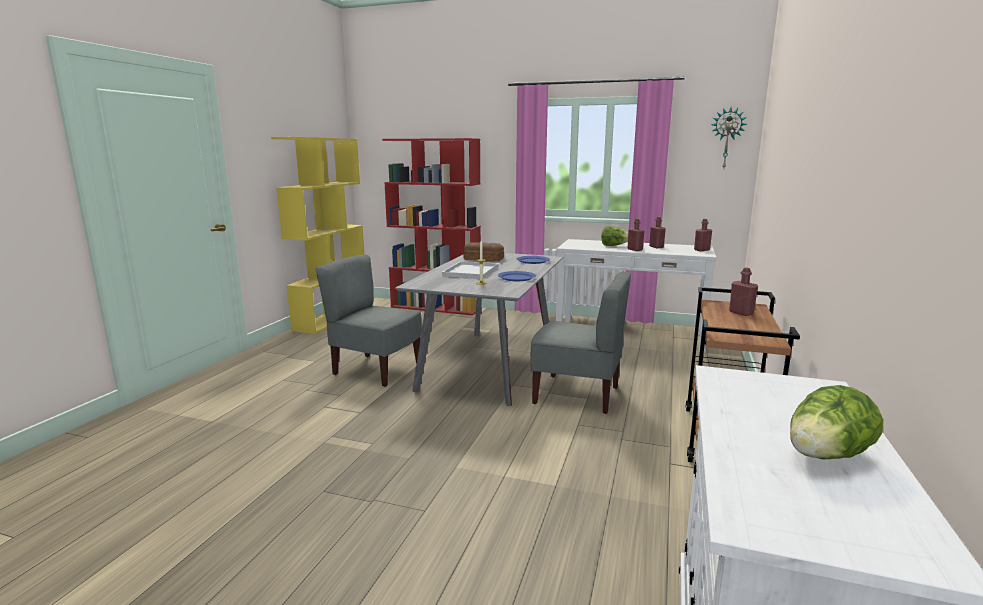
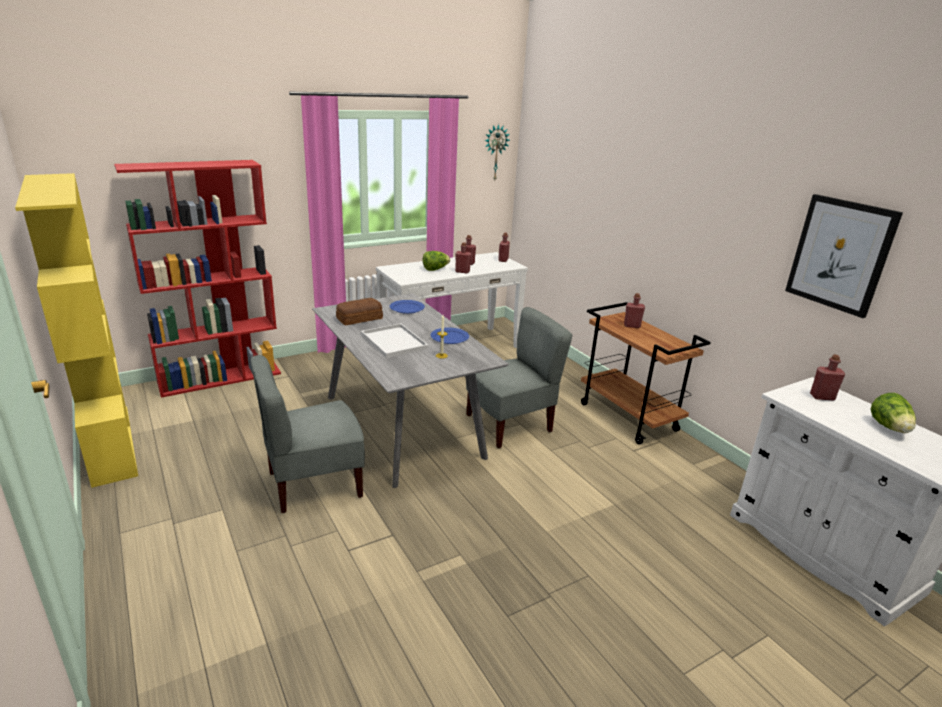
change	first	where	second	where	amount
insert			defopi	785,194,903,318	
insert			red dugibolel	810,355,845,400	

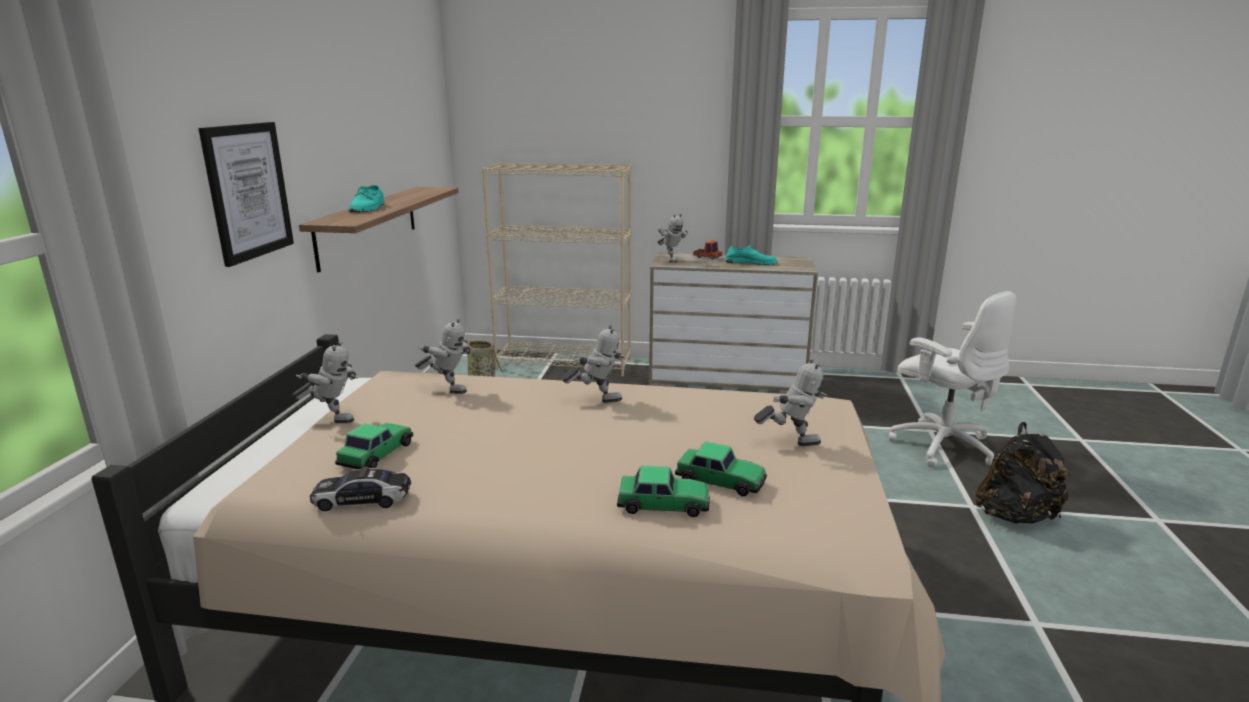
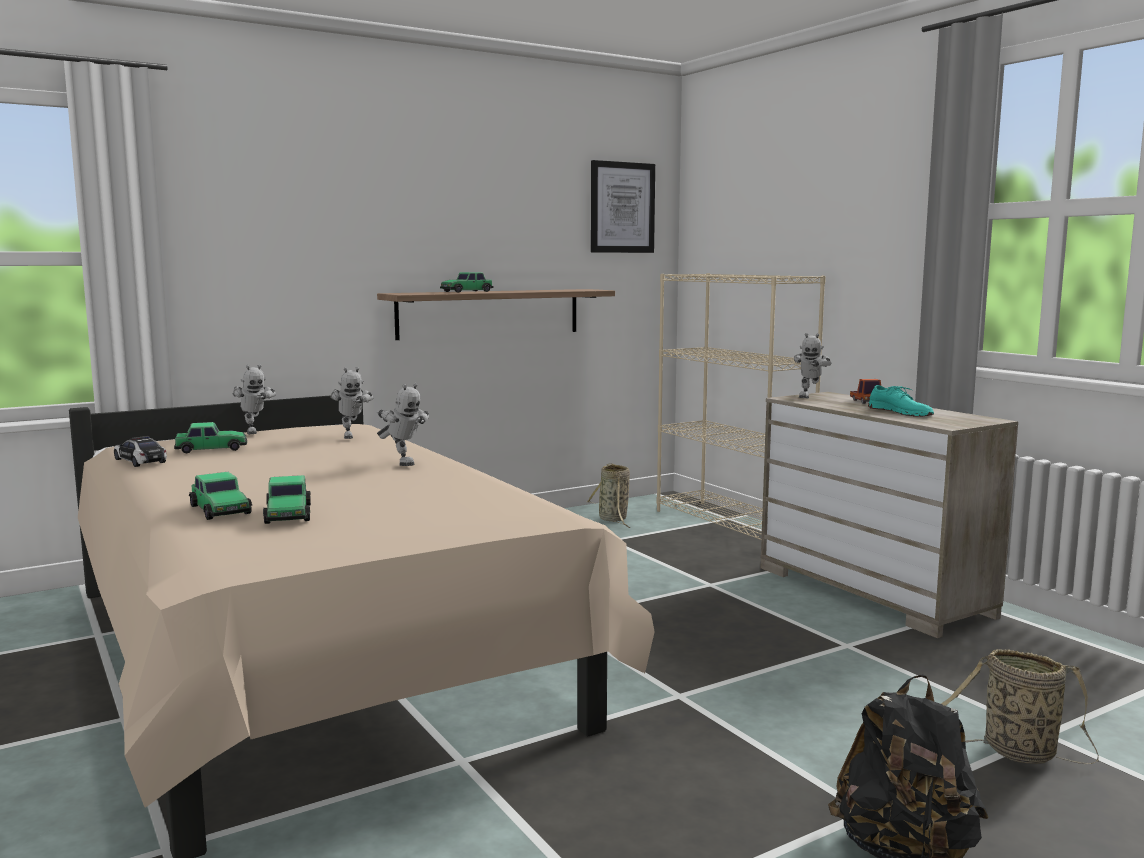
change	first	where	second	where	amount
delete	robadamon	754,358,827,446			
move	defopi	198,122,294,267		591,160,655,253	
replace	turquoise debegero	349,185,385,212	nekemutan	440,272,493,293	
replace	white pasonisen	889,291,1016,468	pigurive	941,649,1099,764	

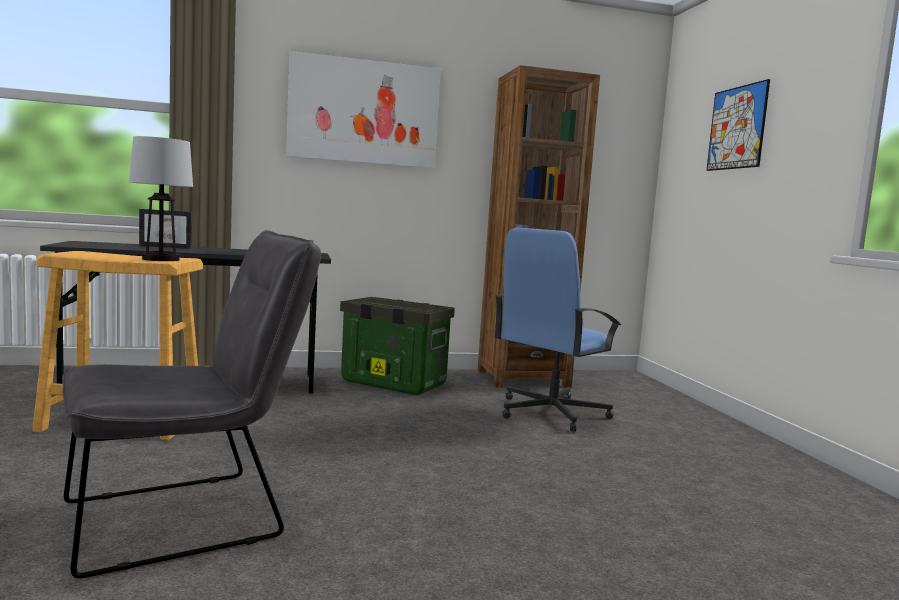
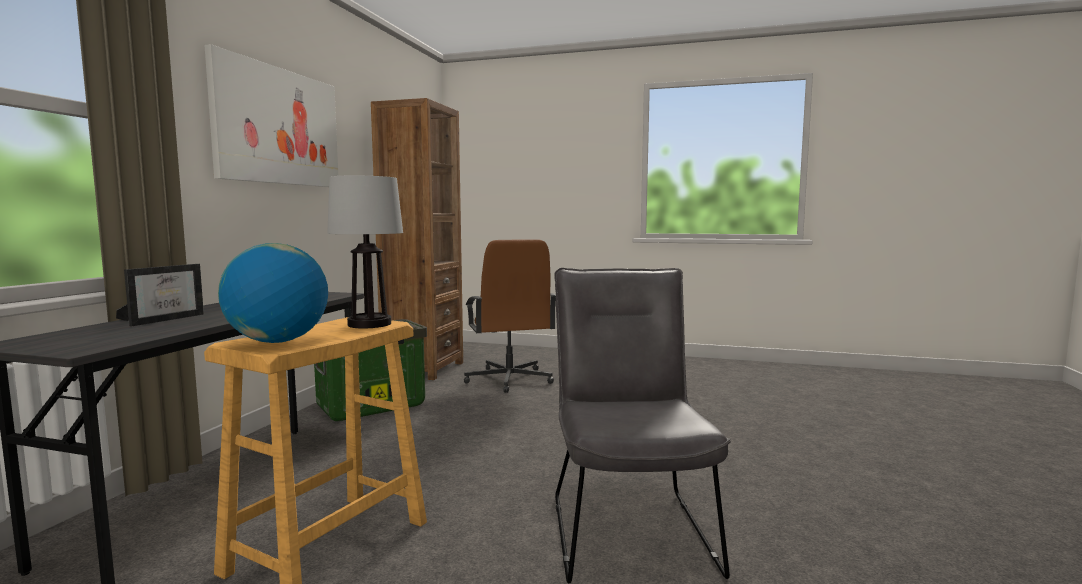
change	first	where	second	where	amount
delete	defopi	706,79,770,171			
insert			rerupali	218,243,328,343	
recolor	blue pasonisen	495,228,621,432	brown pasonisen	464,239,556,393	

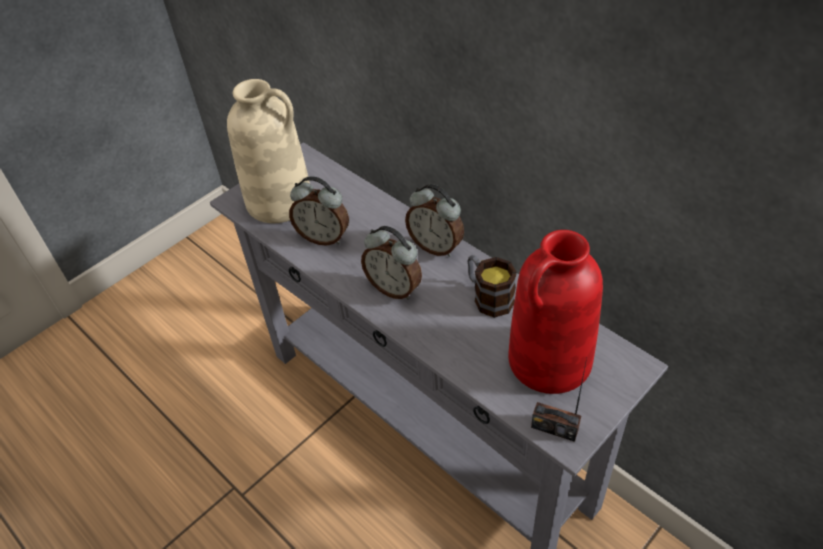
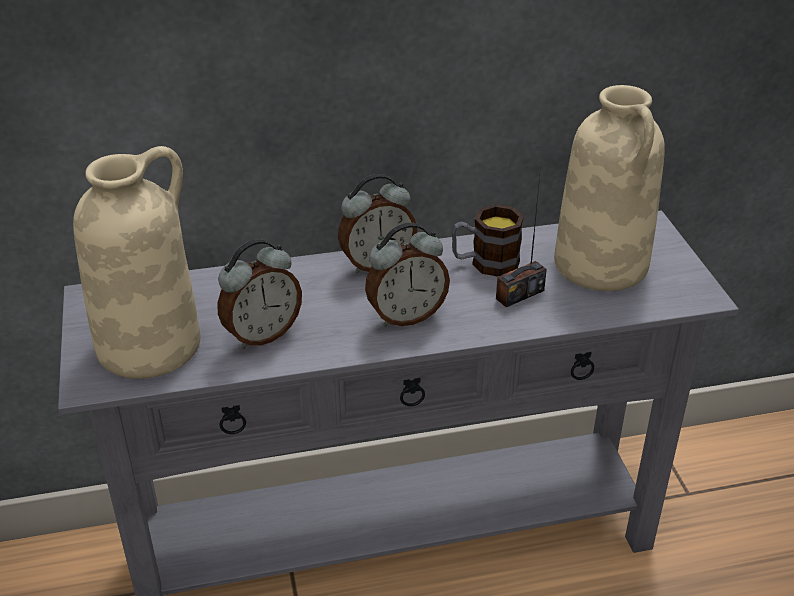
change	first	where	second	where	amount
move	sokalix	531,358,587,442		496,177,547,307	
recolor	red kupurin	508,230,603,394	beige kupurin	554,85,665,291	

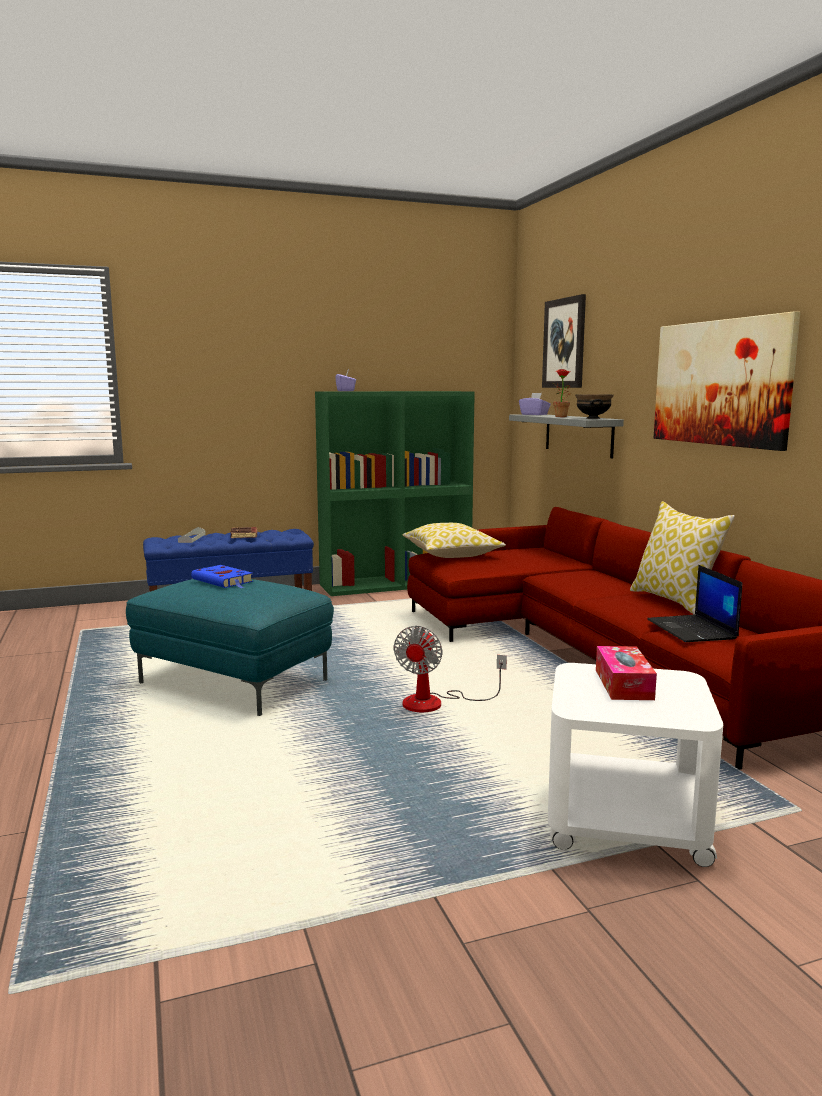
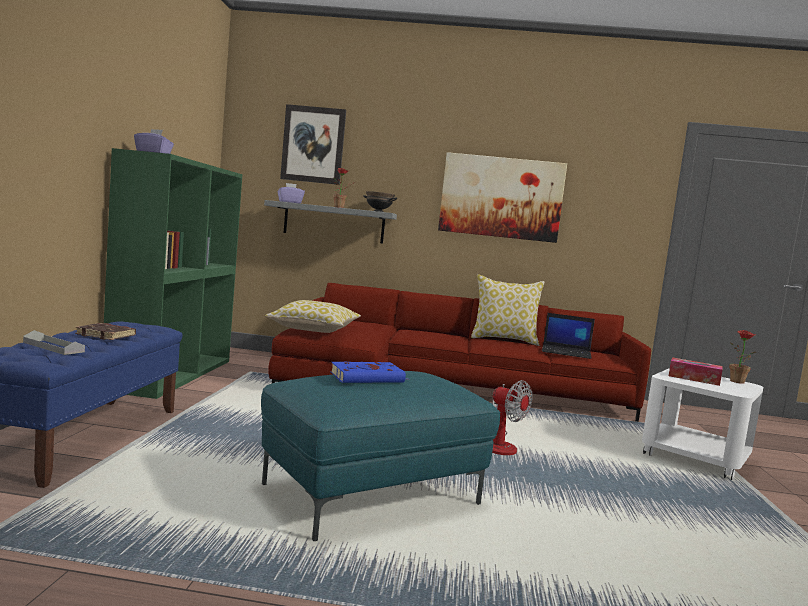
change	first	where	second	where	amount
insert			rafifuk	729,330,756,384	

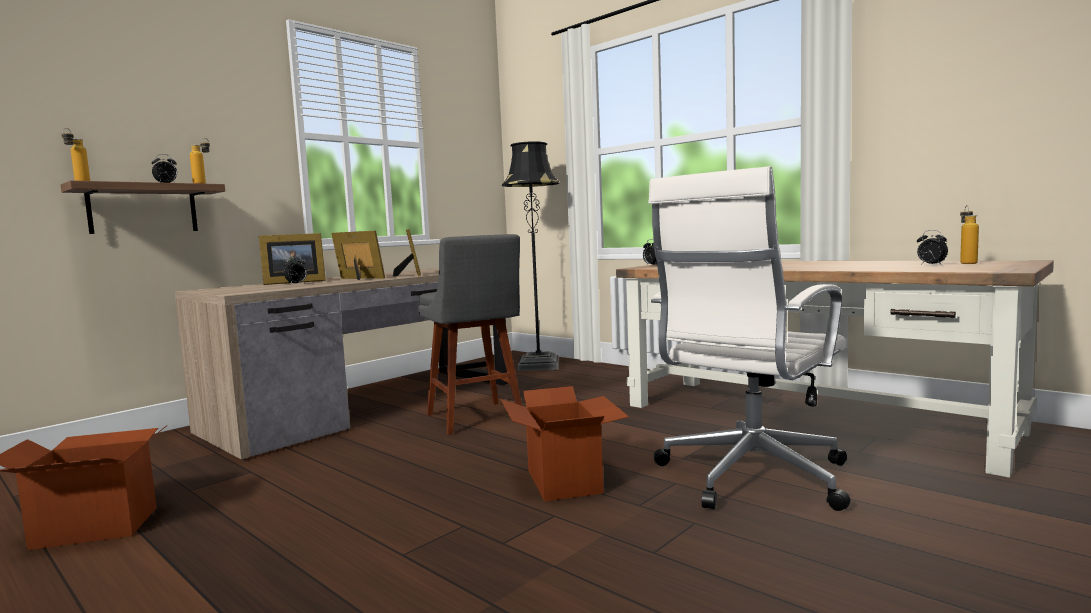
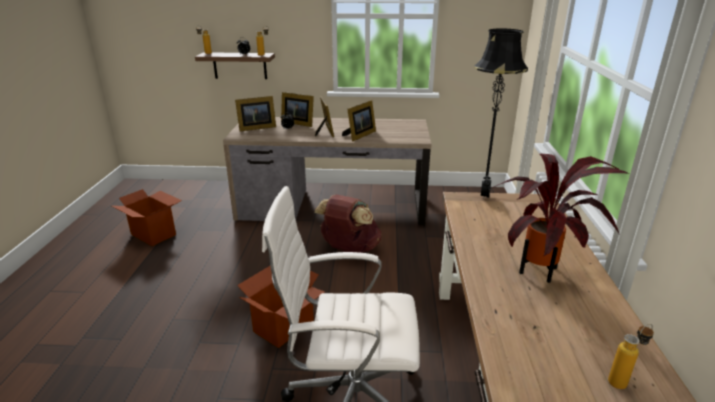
change	first	where	second	where	amount
delete	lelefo	917,230,948,265			
insert			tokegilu	235,96,276,132	
insert			rafifuk	493,154,630,283	
replace	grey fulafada	418,234,522,435	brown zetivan	314,194,381,253	

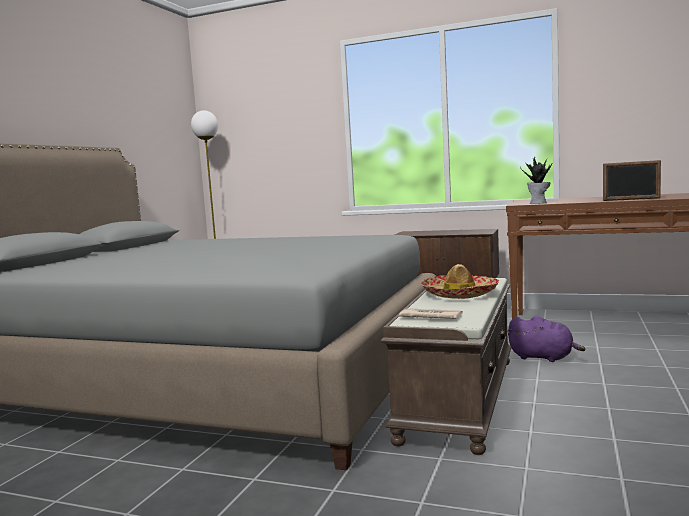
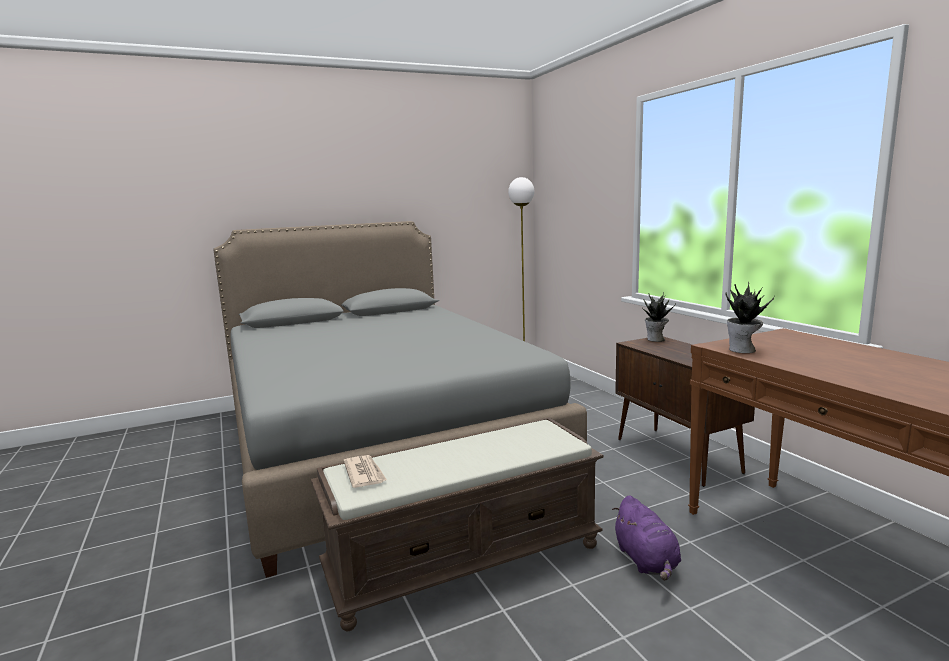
change	first	where	second	where	amount
delete	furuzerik	420,264,499,299			
delete	tokegilu	603,160,661,201			
insert			rafifuk	642,293,675,342	

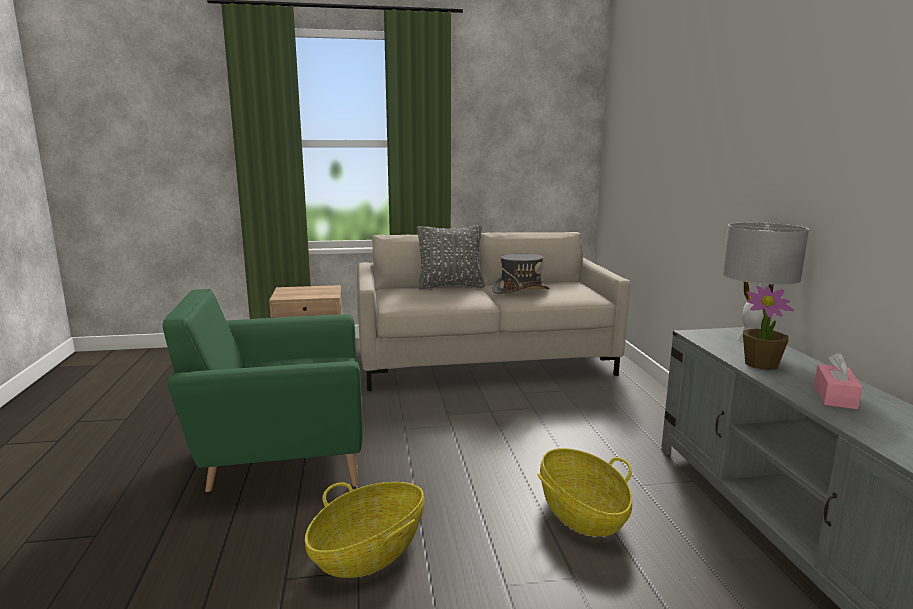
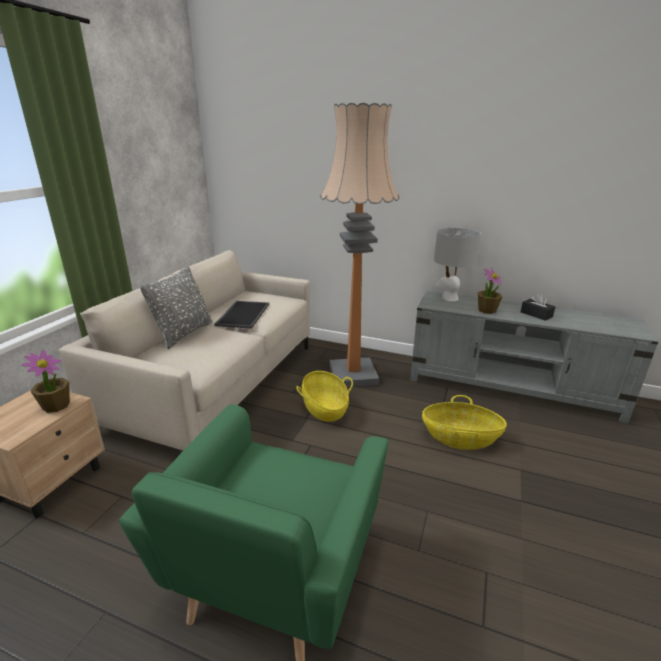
change	first	where	second	where	amount
insert			rafifuk	22,350,70,413	
insert			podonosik	320,103,399,387	
move	pigurive	305,482,425,578		296,371,353,422	
replace	grey furuzerik	492,254,550,294	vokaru	214,301,269,329	
recolor	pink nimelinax	814,352,863,410	black nimelinax	521,293,555,321	

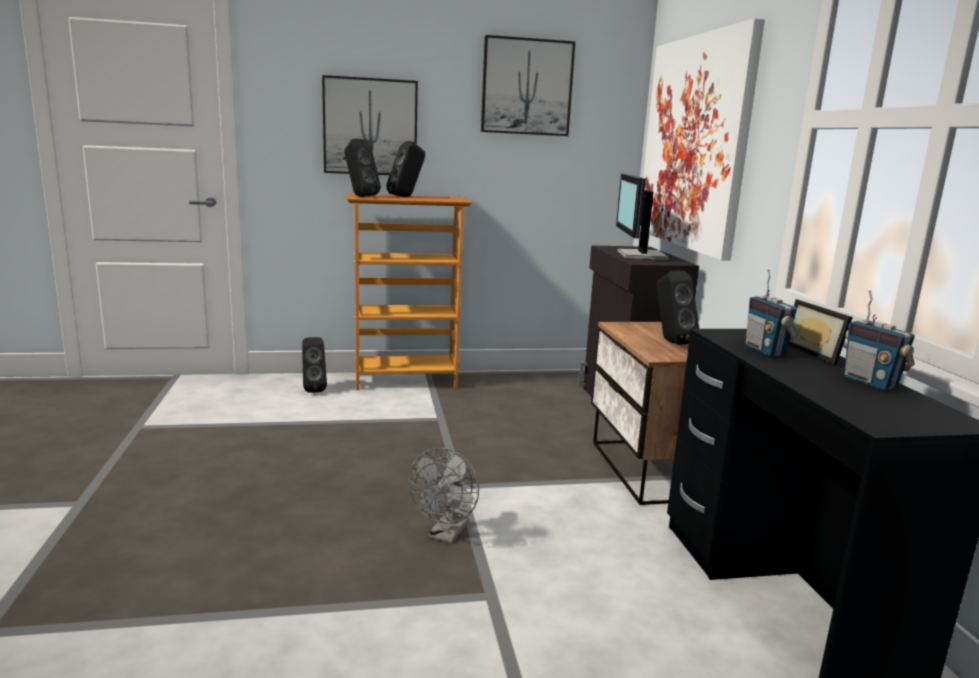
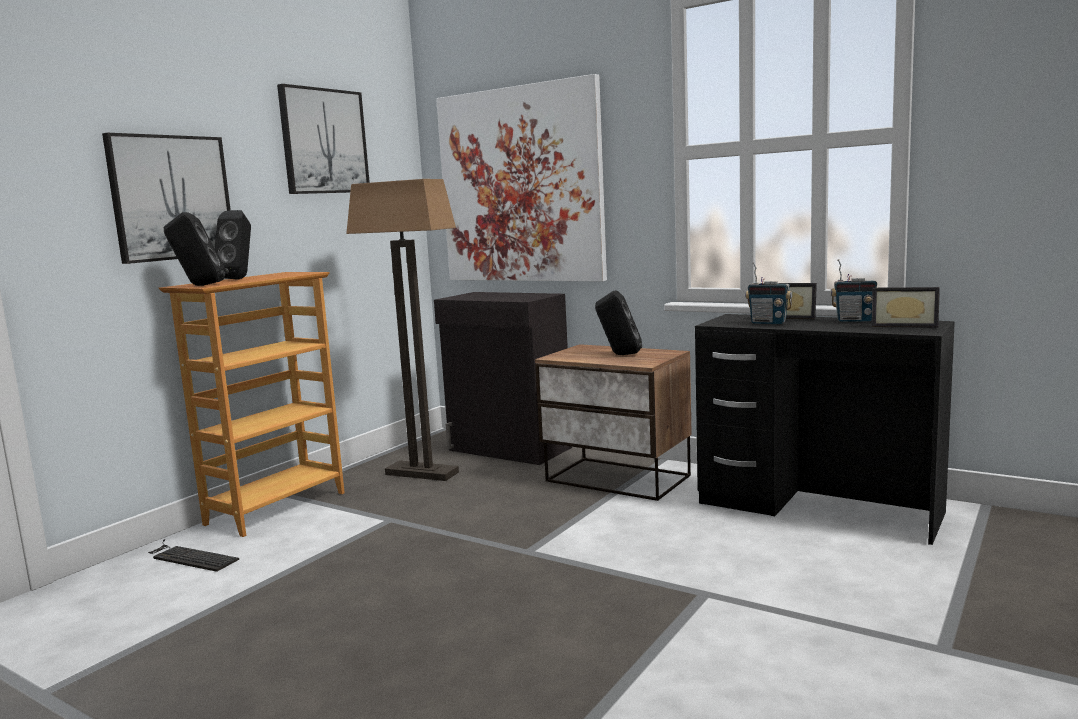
change	first	where	second	where	amount
delete	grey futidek	409,448,479,544			
delete	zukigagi	616,174,669,260			
insert			podonosik	346,179,459,481	
insert			tokegilu	871,287,940,328	
replace	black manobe	302,337,327,393	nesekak	148,539,239,572	

